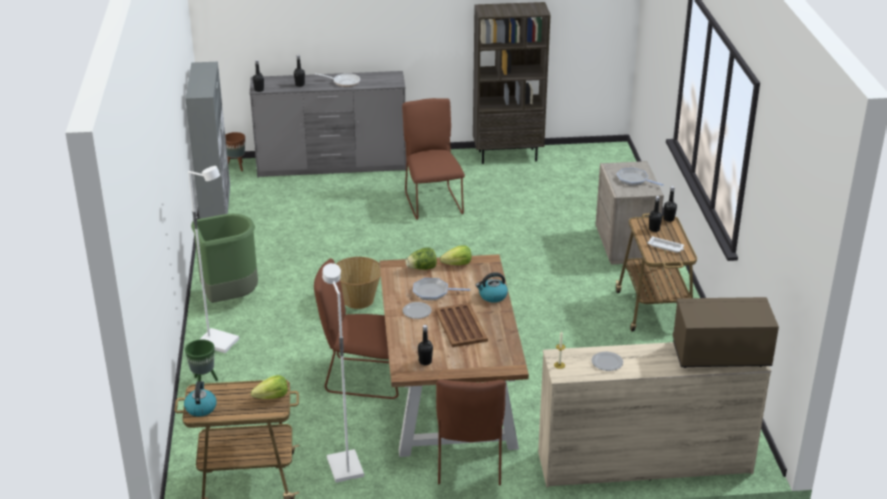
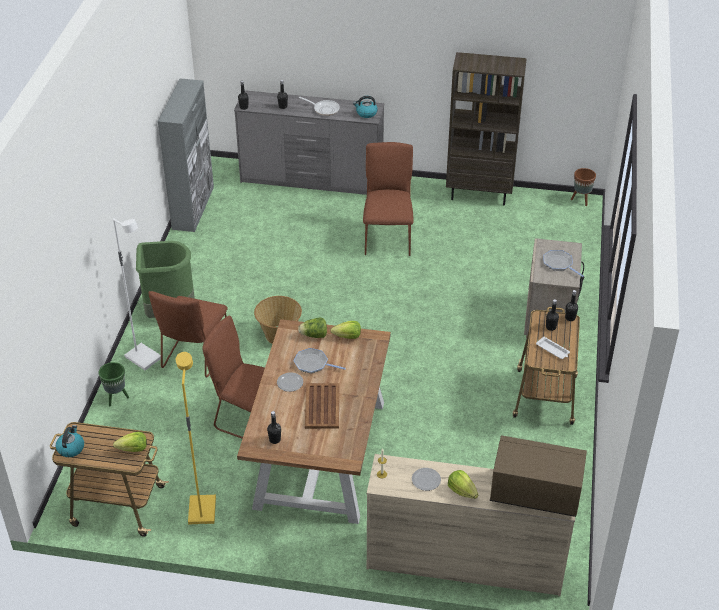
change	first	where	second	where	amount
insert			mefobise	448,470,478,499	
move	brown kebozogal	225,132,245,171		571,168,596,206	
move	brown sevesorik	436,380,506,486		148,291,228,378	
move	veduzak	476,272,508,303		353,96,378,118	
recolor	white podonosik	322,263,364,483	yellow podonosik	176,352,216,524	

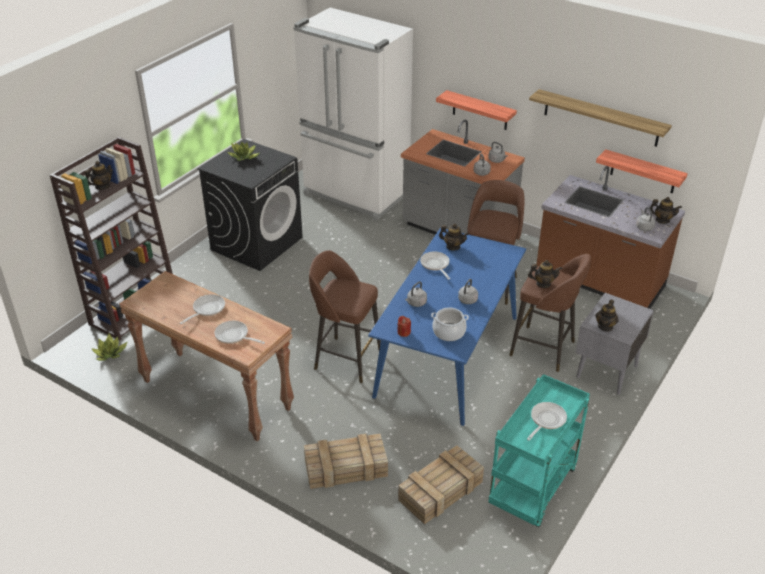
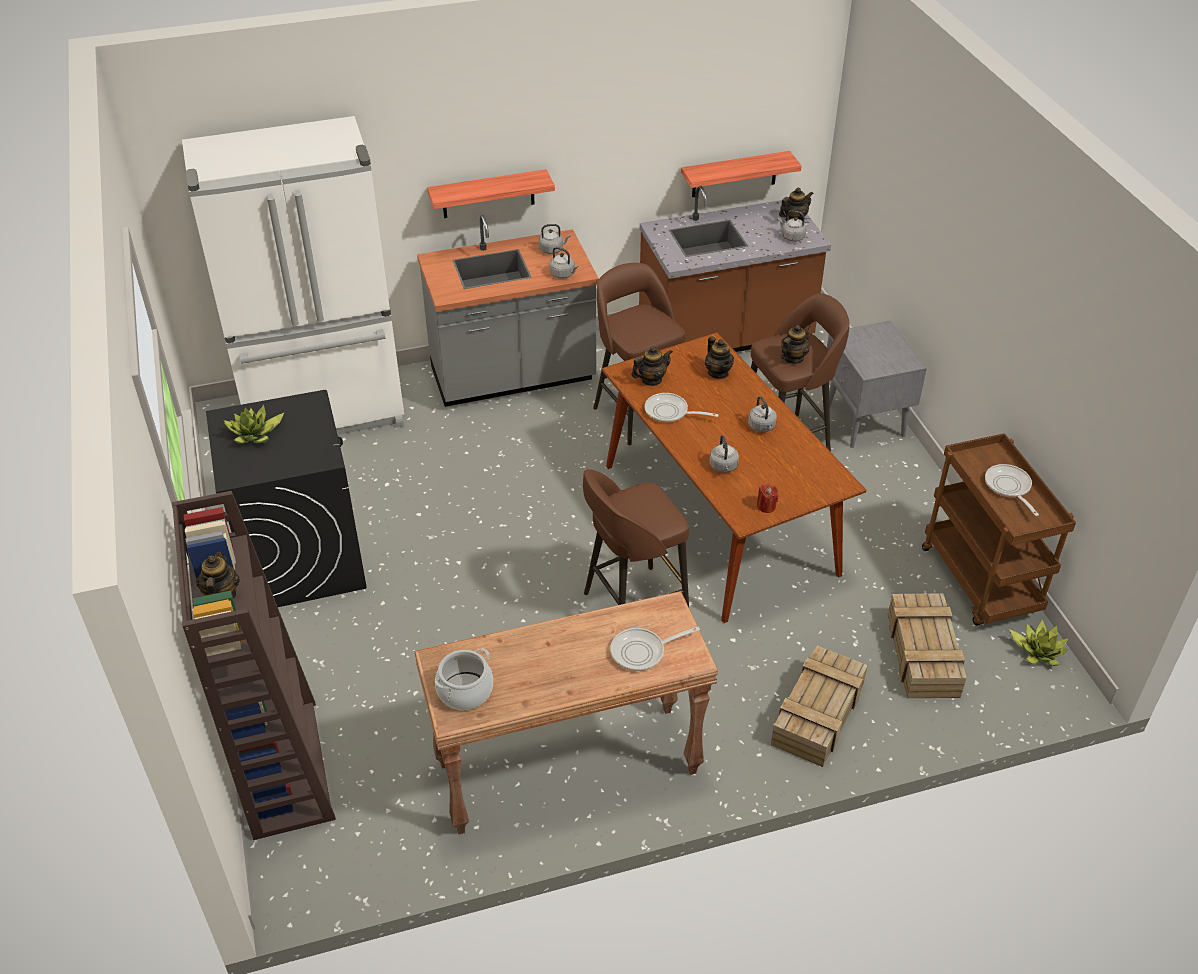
change	first	where	second	where	amount
delete	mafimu	180,294,225,324			
delete	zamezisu	529,89,672,147			
move	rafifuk	91,333,128,361		1009,619,1068,666	
move	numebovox	431,308,469,341		435,648,493,710	
move	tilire	596,300,619,332		705,336,734,379	
recolor	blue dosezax	368,228,526,426	brown dosezax	602,332,866,623	
recolor	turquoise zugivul	488,374,590,527	brown zugivul	922,433,1076,626	

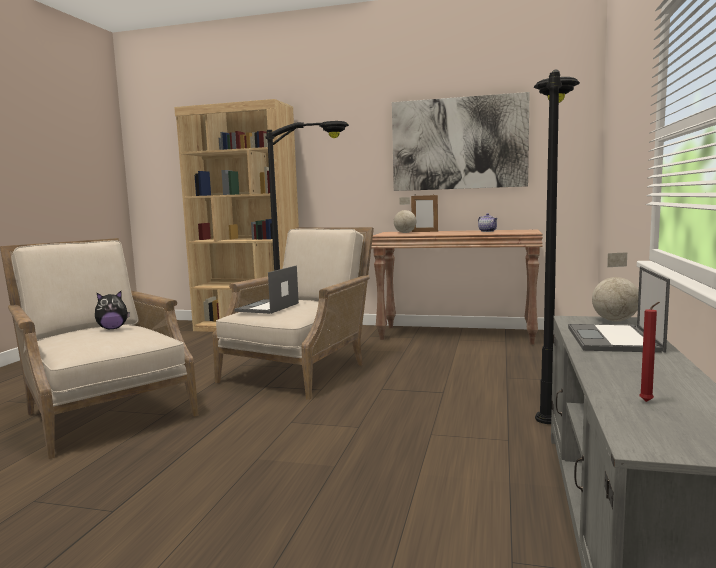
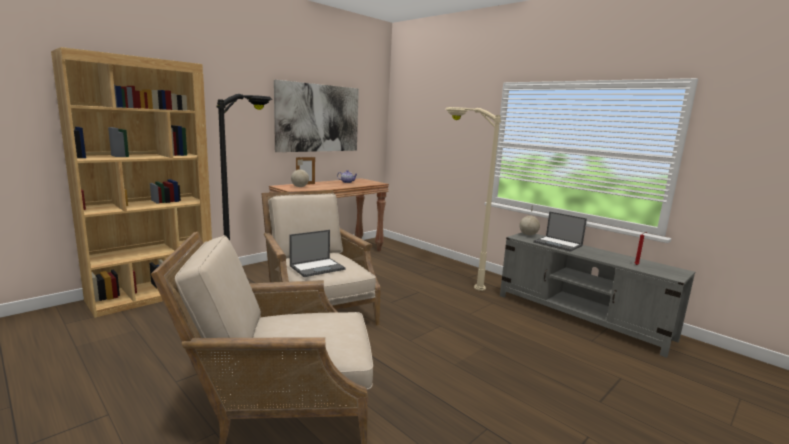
change	first	where	second	where	amount
delete	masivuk	95,291,130,329			
recolor	black podonosik	534,69,580,424	beige podonosik	445,107,501,291	
rotate	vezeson	234,265,299,314		289,230,345,277	90 degrees counterclockwise

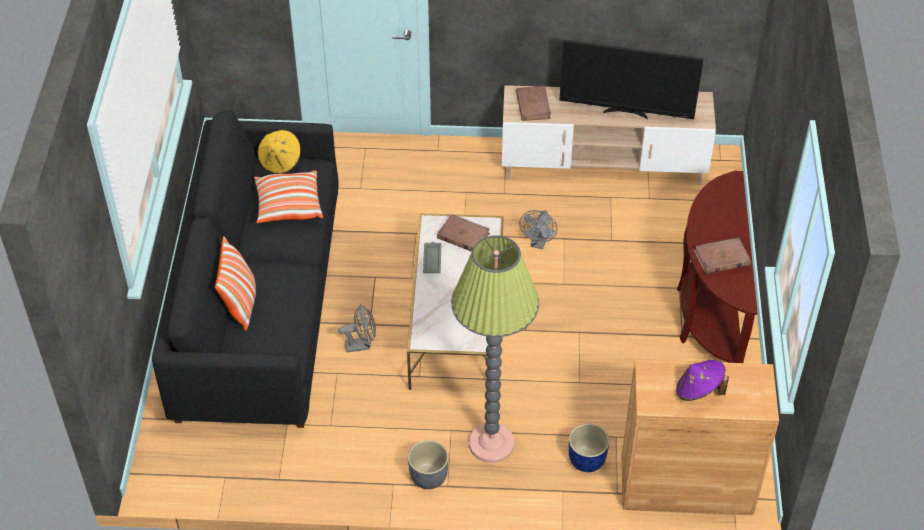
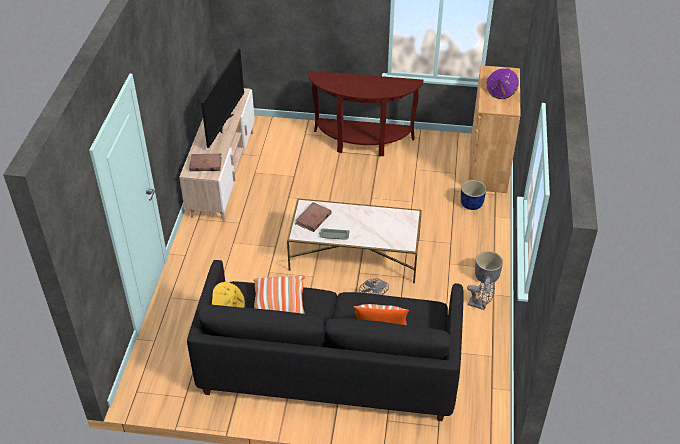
change	first	where	second	where	amount
delete	podonosik	451,235,539,463			
delete	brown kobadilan	694,237,751,274			
move	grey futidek	520,210,557,250		467,276,495,310	

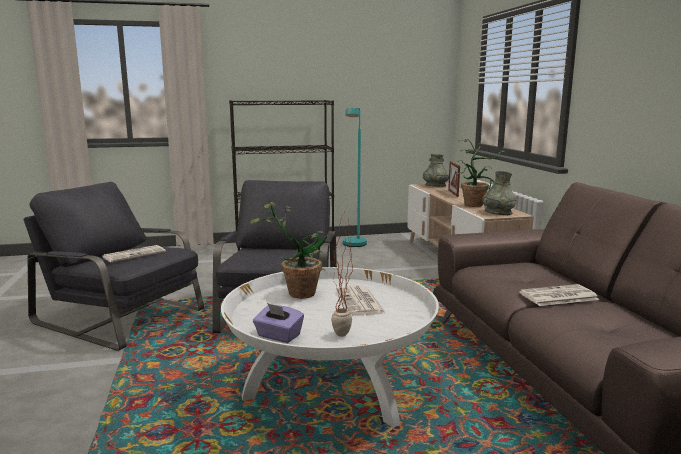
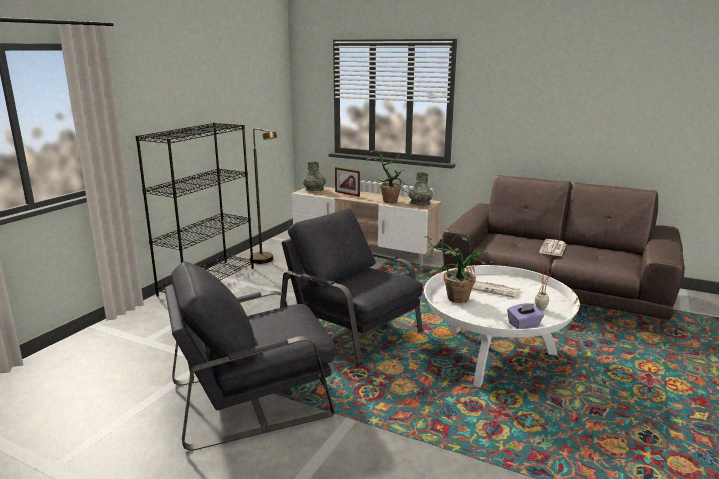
change	first	where	second	where	amount
delete	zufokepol	103,245,166,262			
recolor	turquoise podonosik	343,107,367,247	brown podonosik	249,128,277,264	

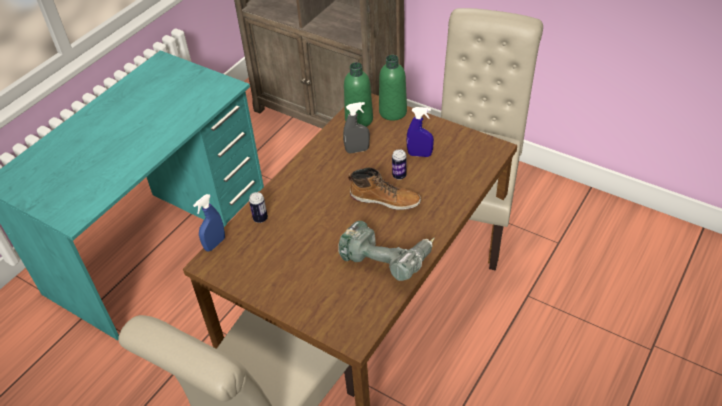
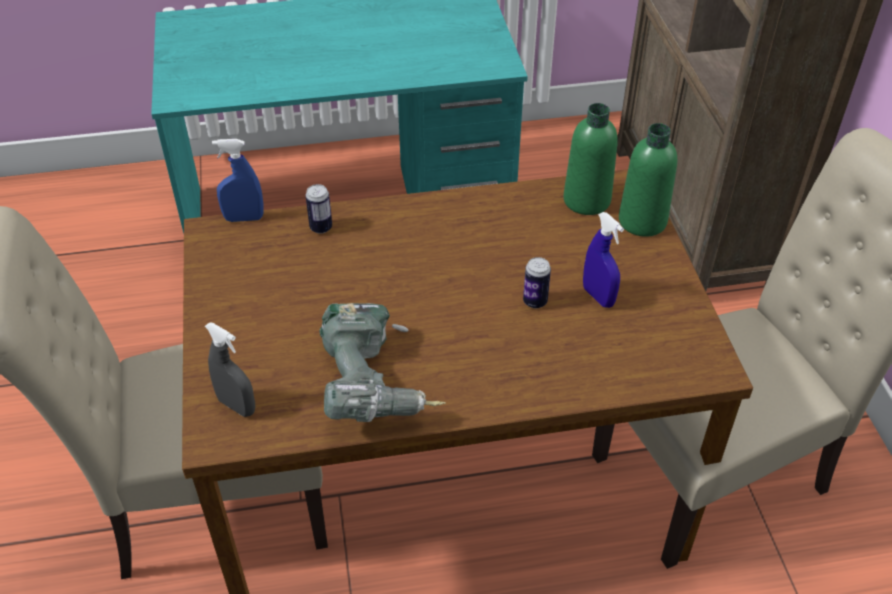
change	first	where	second	where	amount
delete	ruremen	348,168,421,210			
move	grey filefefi	343,102,370,153		205,322,255,417	

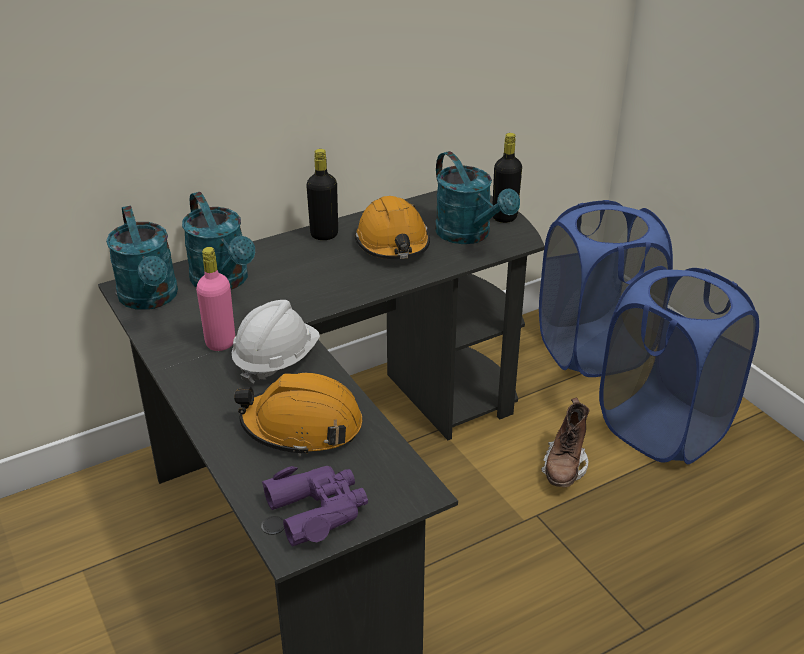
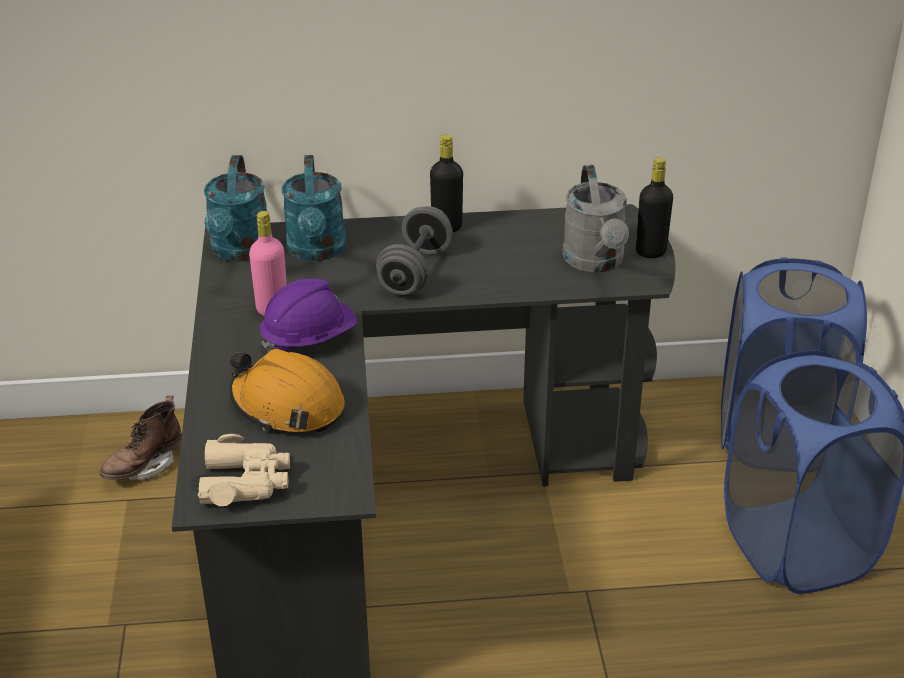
change	first	where	second	where	amount
delete	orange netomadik	355,196,430,259			
insert			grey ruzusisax	376,206,453,295	
move	brown ruremen	541,398,589,487		100,396,182,480	
recolor	white netomadik	232,300,320,384	purple netomadik	260,278,357,352	
recolor	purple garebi	262,466,368,546	beige garebi	198,434,290,506	
recolor	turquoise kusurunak	435,151,520,244	grey kusurunak	562,165,629,272	

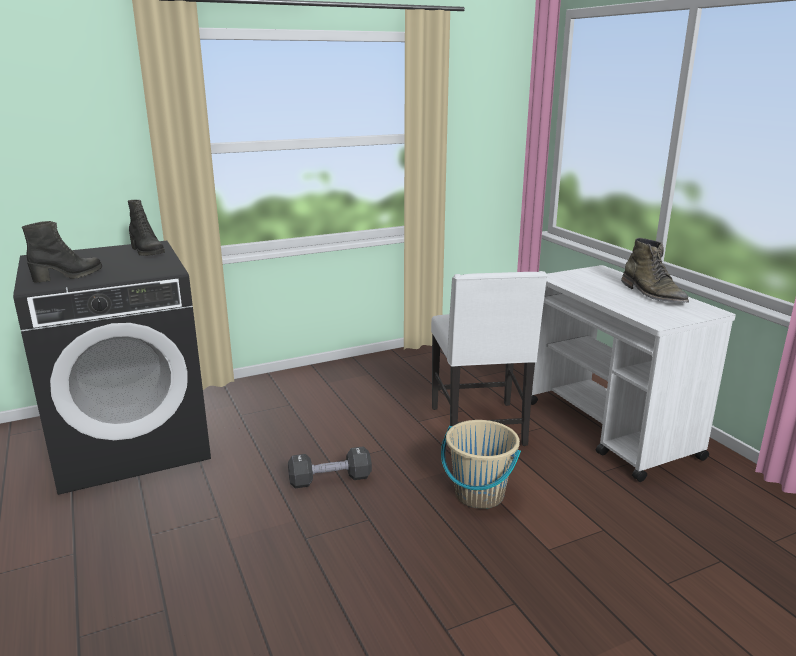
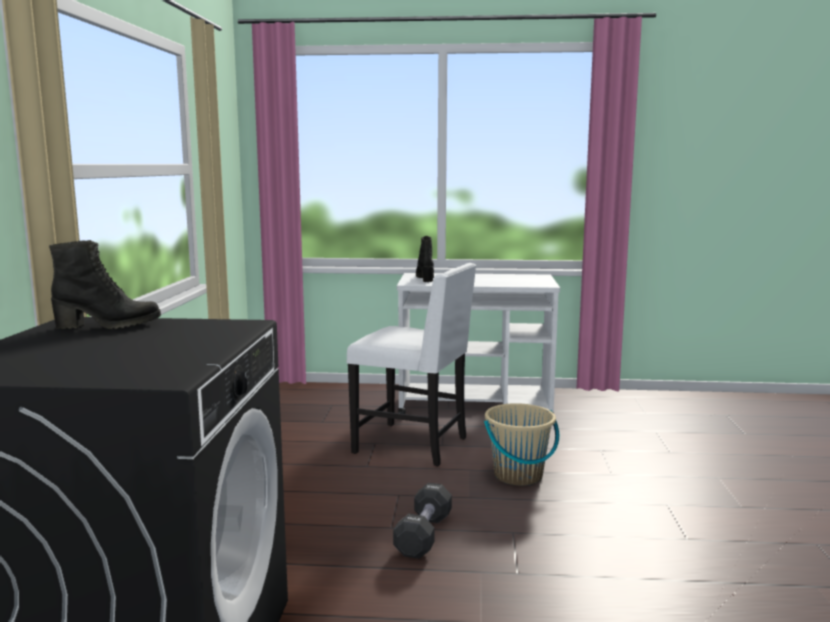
change	first	where	second	where	amount
delete	green ruremen	621,238,689,303			
move	black ruremen	22,221,102,283		416,236,434,282	

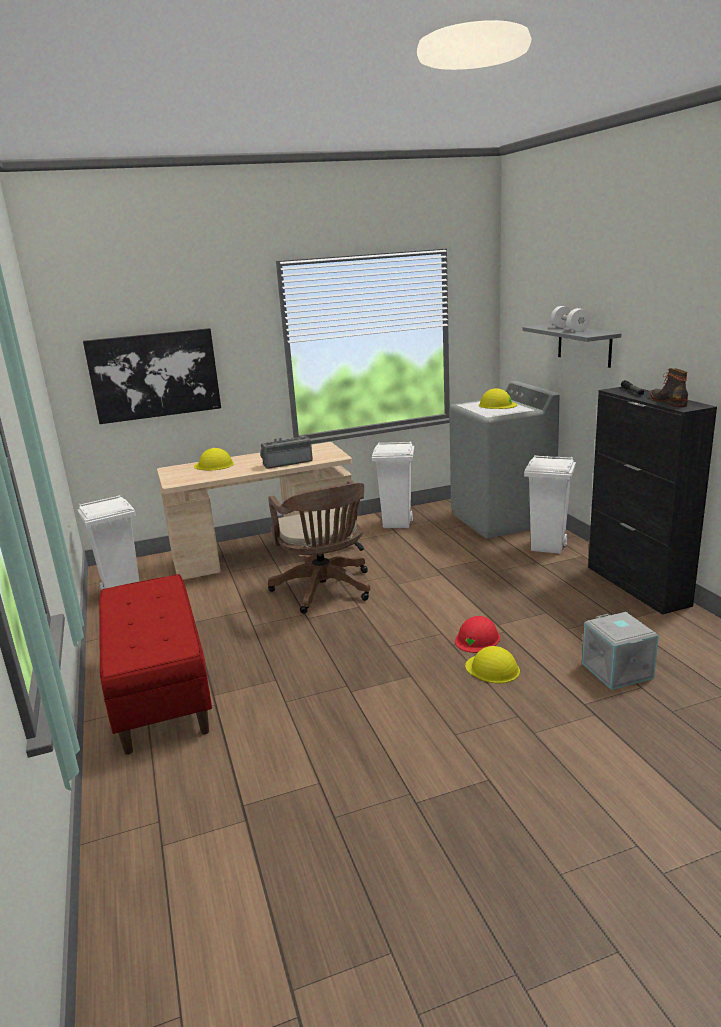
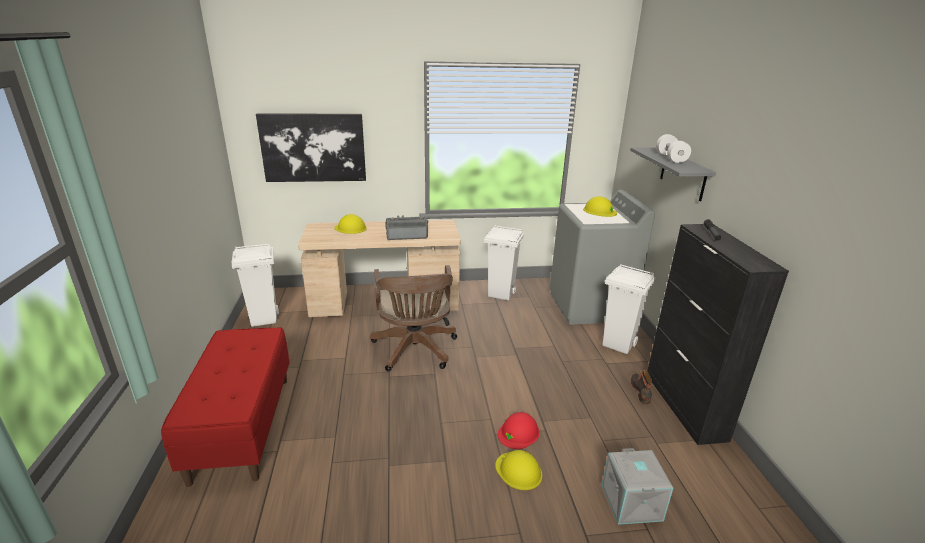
change	first	where	second	where	amount
move	ruremen	650,368,688,407		631,370,652,404	

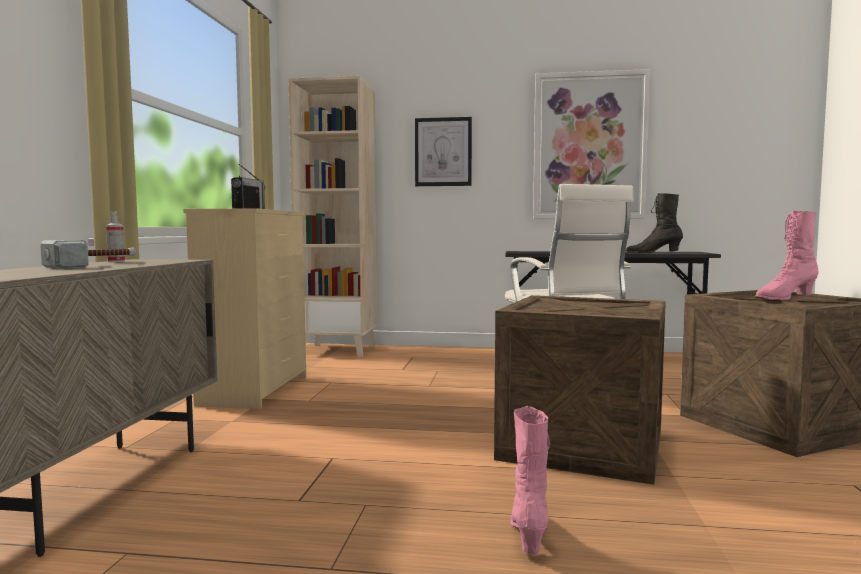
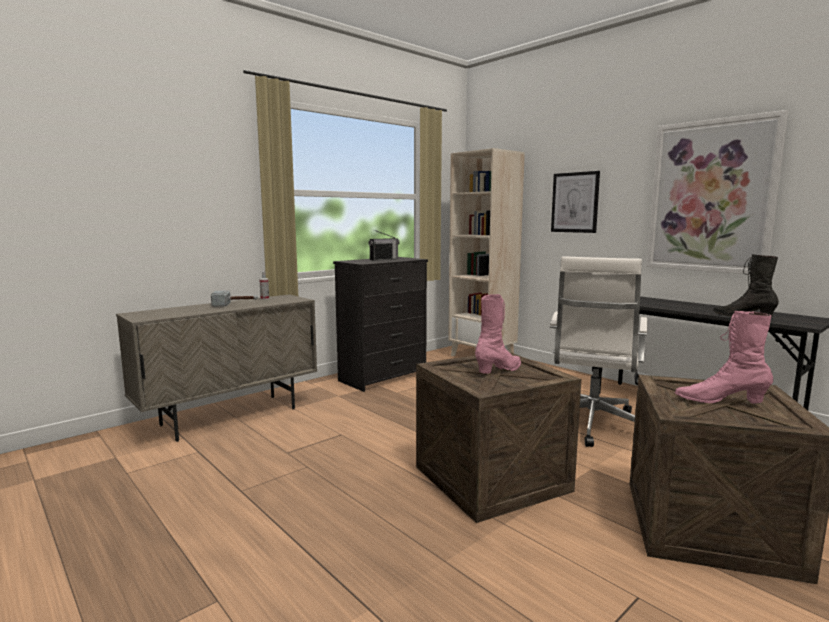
change	first	where	second	where	amount
move	pink ruremen	510,406,550,554		475,294,521,374	
recolor	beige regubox	183,208,306,409	black regubox	333,257,428,392	

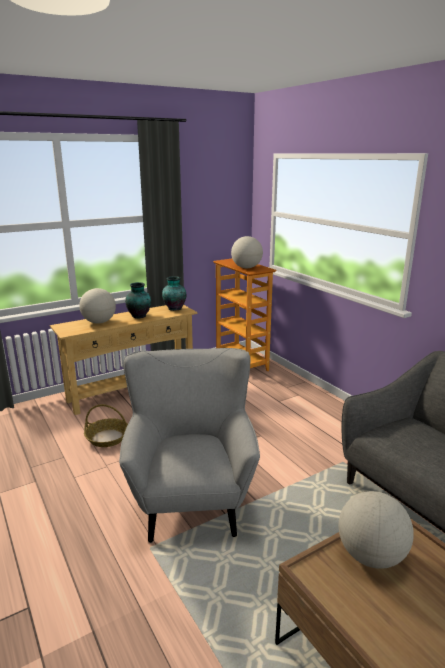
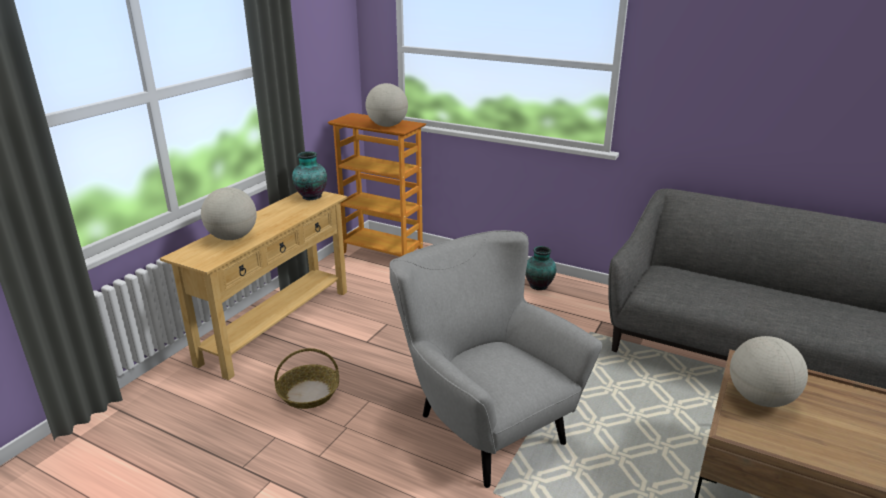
change	first	where	second	where	amount
move	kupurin	125,282,151,318		526,246,556,290	

